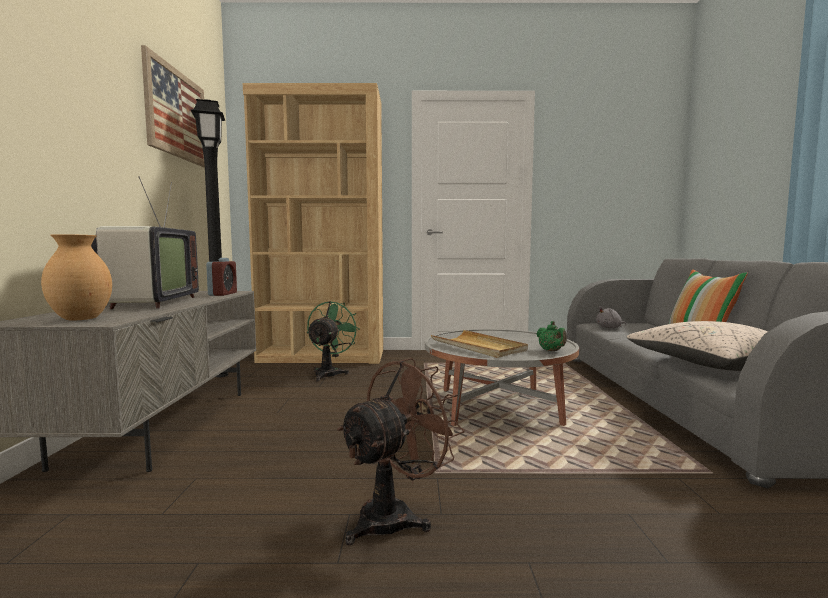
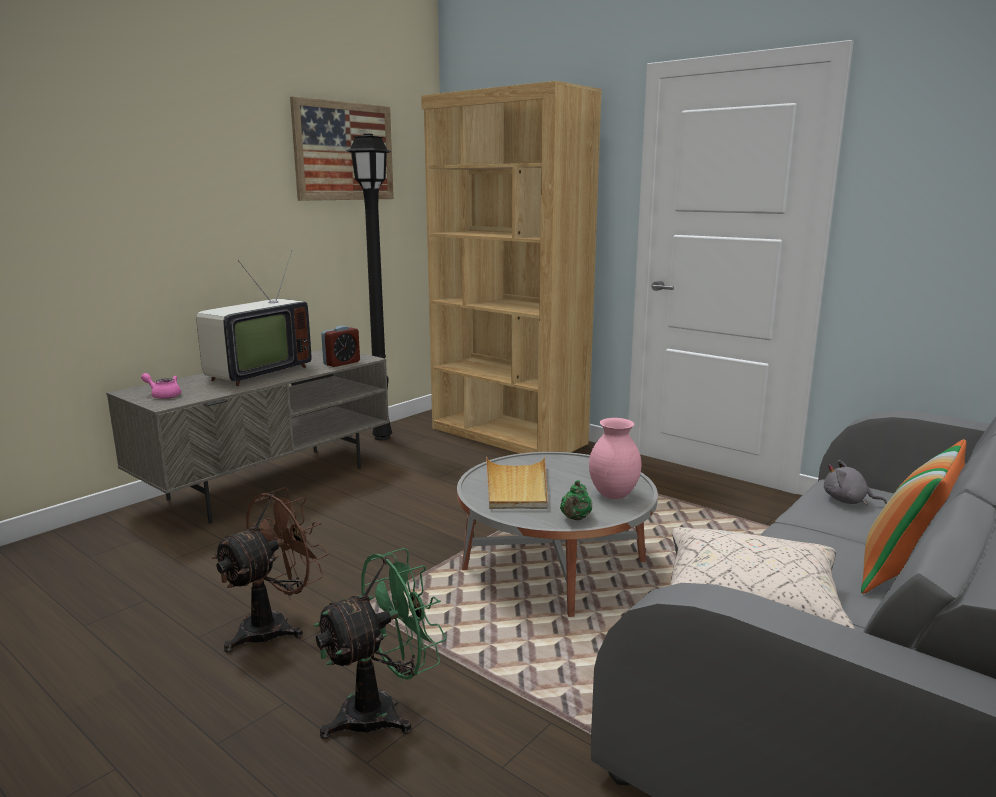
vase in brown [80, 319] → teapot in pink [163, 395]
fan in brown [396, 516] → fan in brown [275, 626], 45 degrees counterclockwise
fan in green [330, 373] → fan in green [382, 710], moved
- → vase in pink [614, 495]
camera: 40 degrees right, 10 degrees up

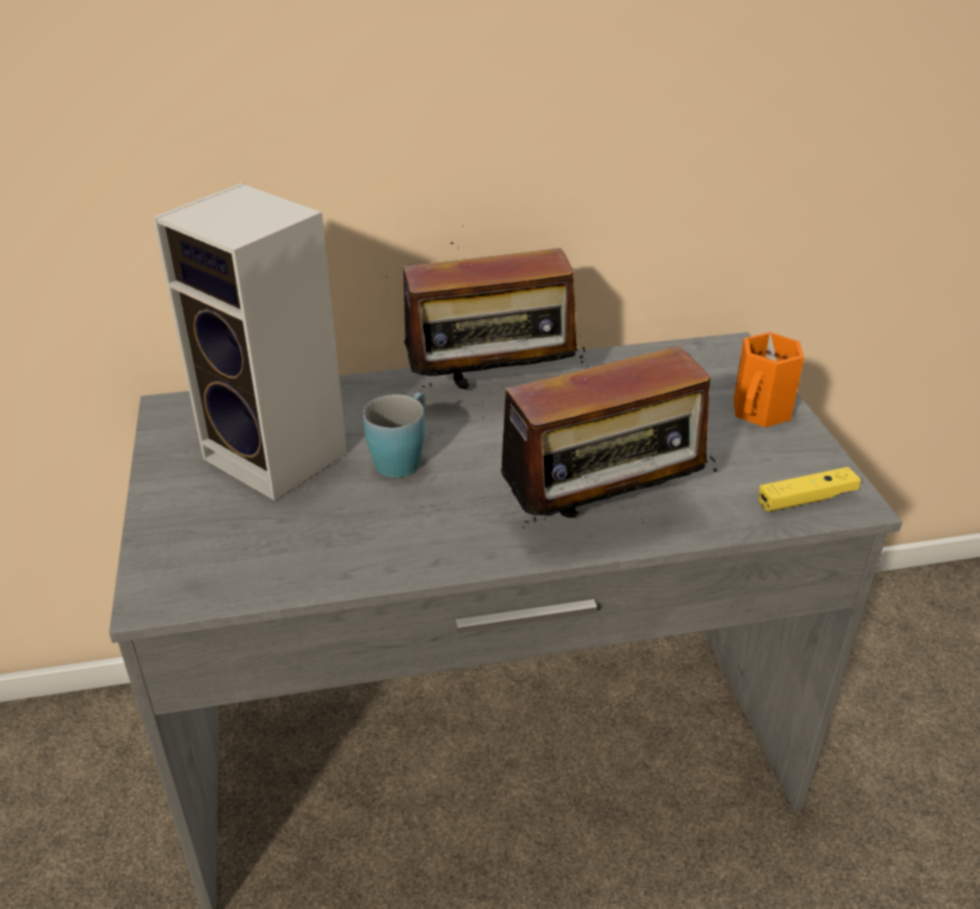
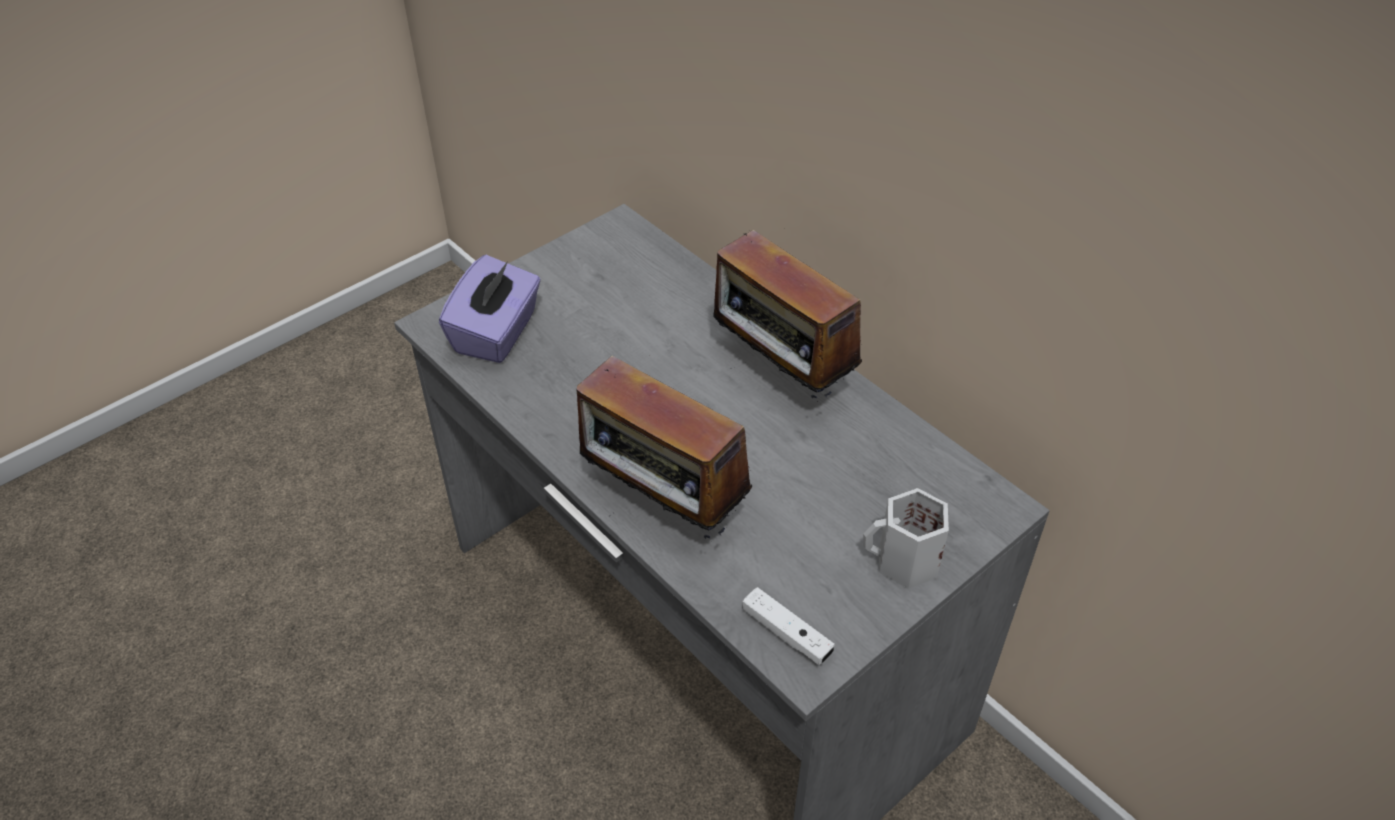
- → tissue box in purple [497, 333]
game controller in yellow [806, 499] → game controller in white [786, 633]
mug in orange [762, 411] → mug in white [904, 563]
speaker [281, 457] → -
mug in blue [403, 458] → -
camera: 60 degrees right, 10 degrees up

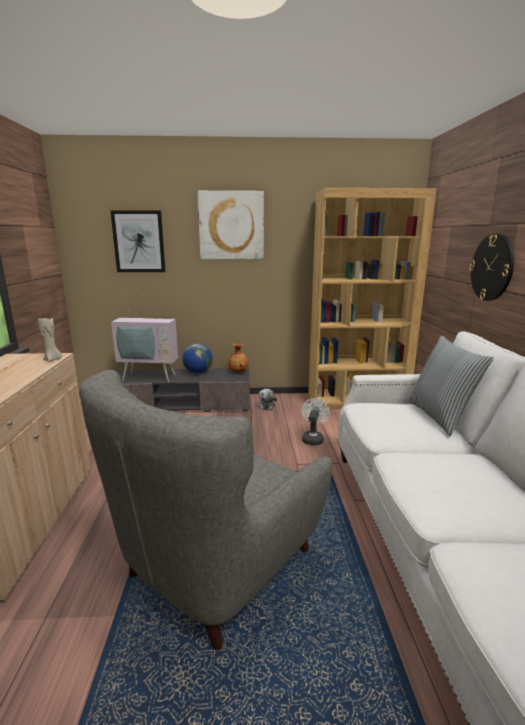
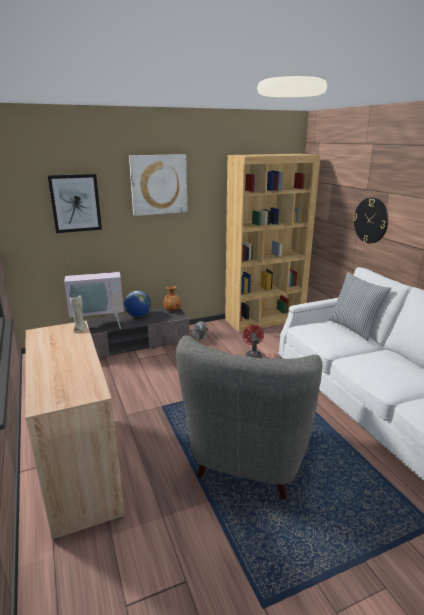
fan in white [313, 438] → fan in red [253, 356]
camera: 20 degrees left, 5 degrees up

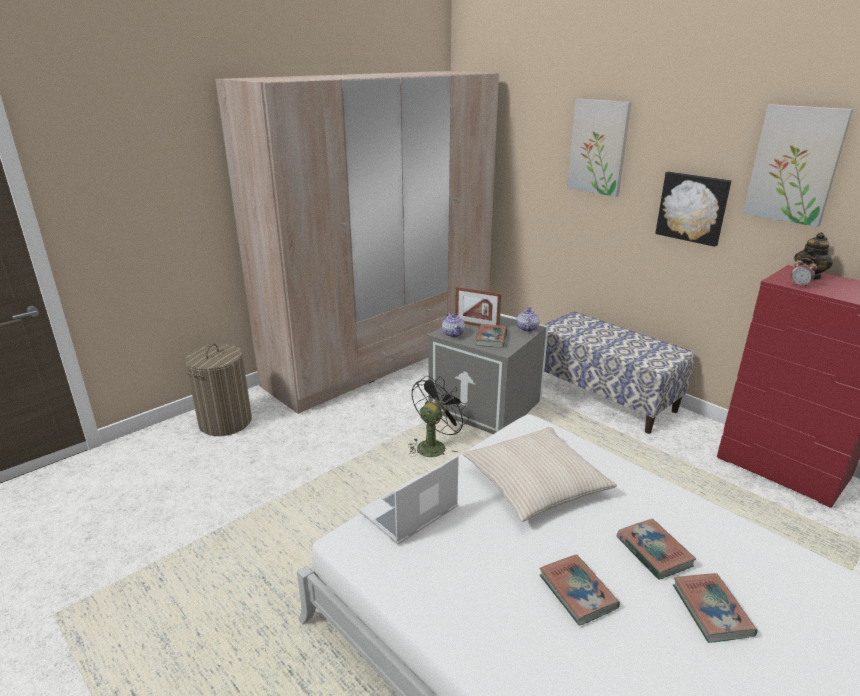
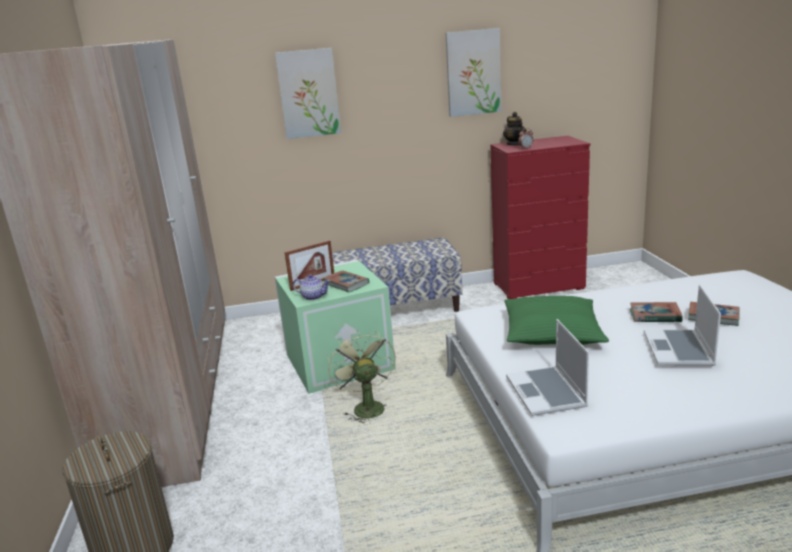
storage box in grey [487, 405] → storage box in green [340, 361]
fan in black [434, 445] → fan in green [365, 407]
pillow in beige [536, 483] → pillow in green [552, 332]
book [577, 592] → laptop [679, 350]
teapot [527, 329] → -
picture [693, 208] → -
camera: 55 degrees left, 5 degrees down

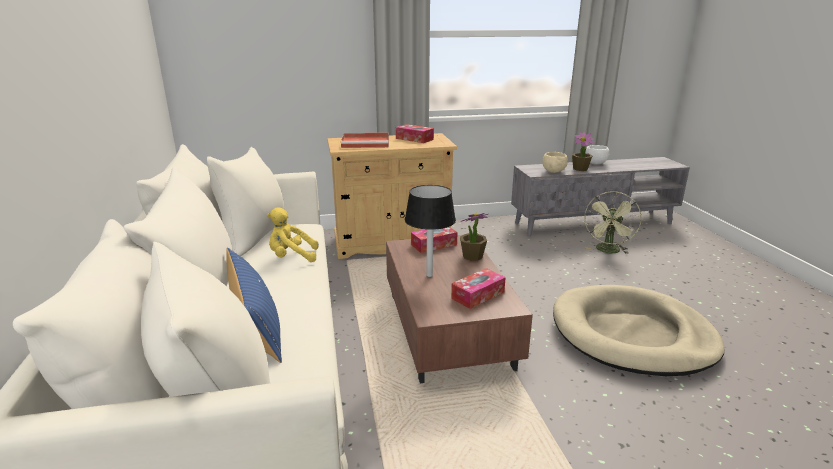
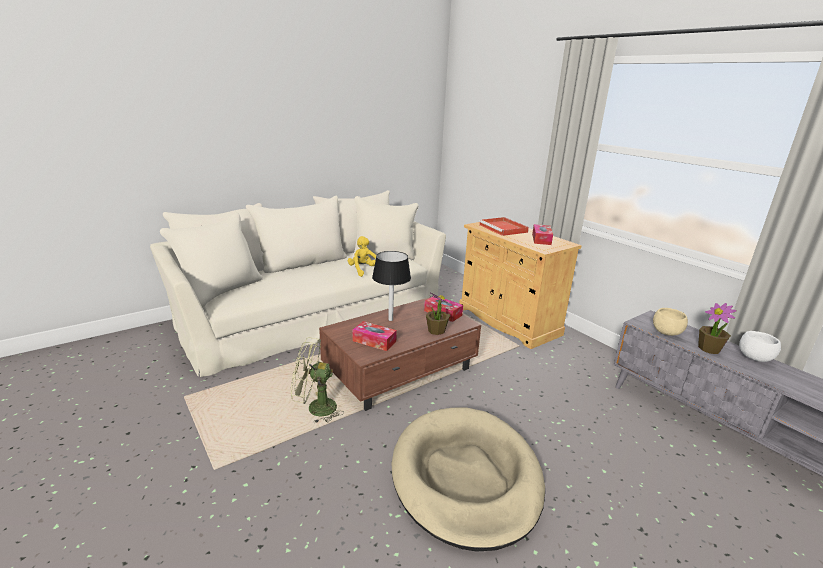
fan in green [608, 251] → fan in green [315, 408], moved
pillow in blue [257, 327] → -
camera: 65 degrees right, 0 degrees up

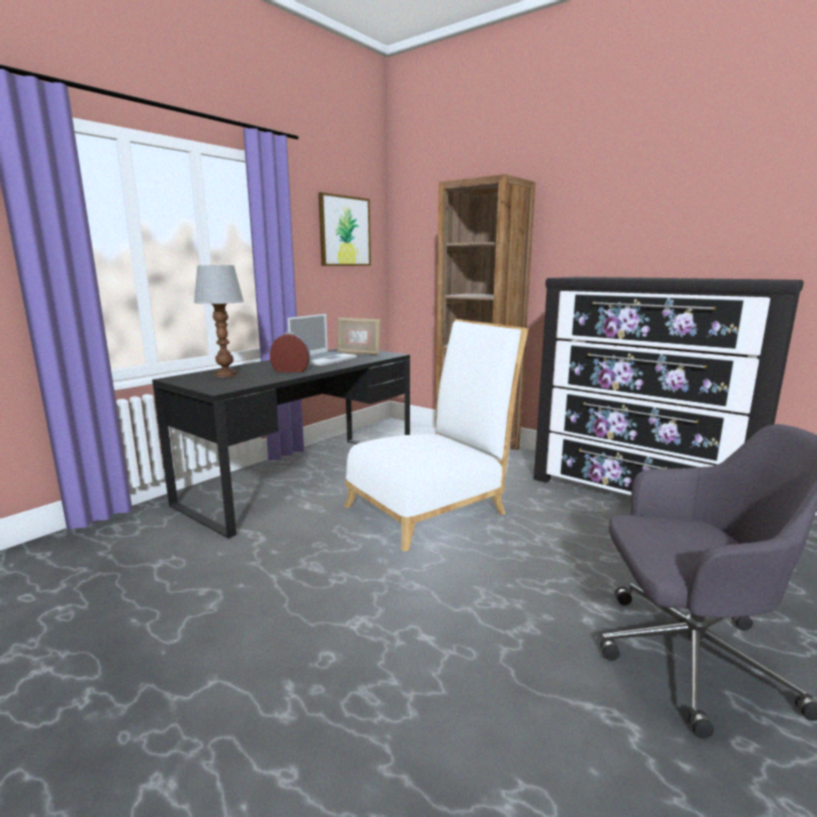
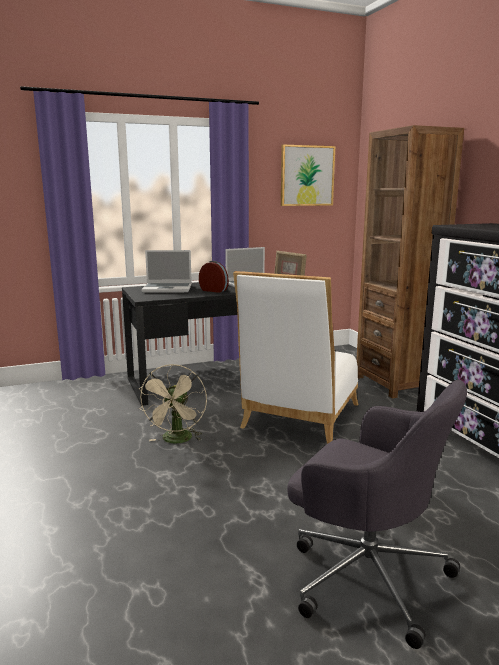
- → fan in beige [177, 440]
table lamp [226, 375] → laptop [168, 289]
chair in white [432, 507] → chair in white [298, 419], 120 degrees clockwise
camera: 30 degrees right, 0 degrees up

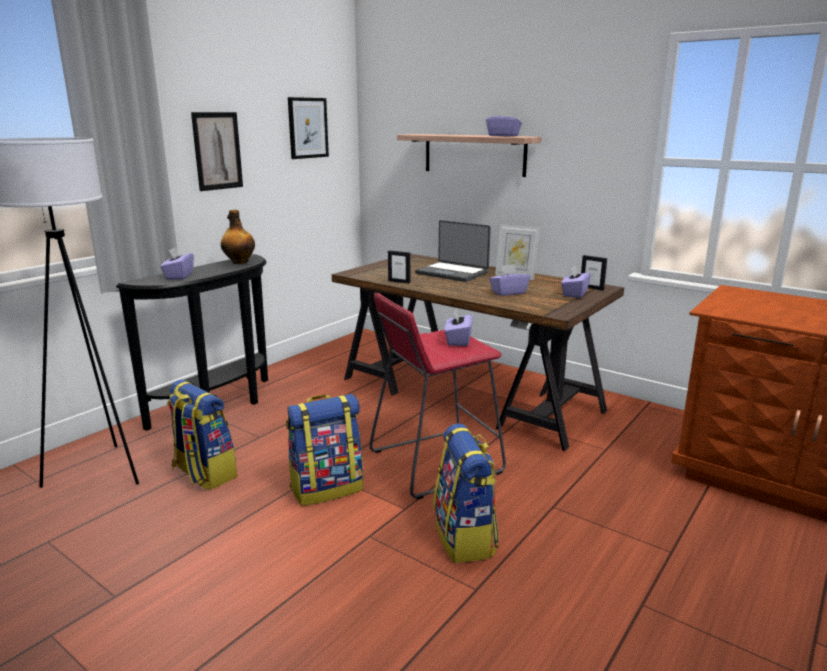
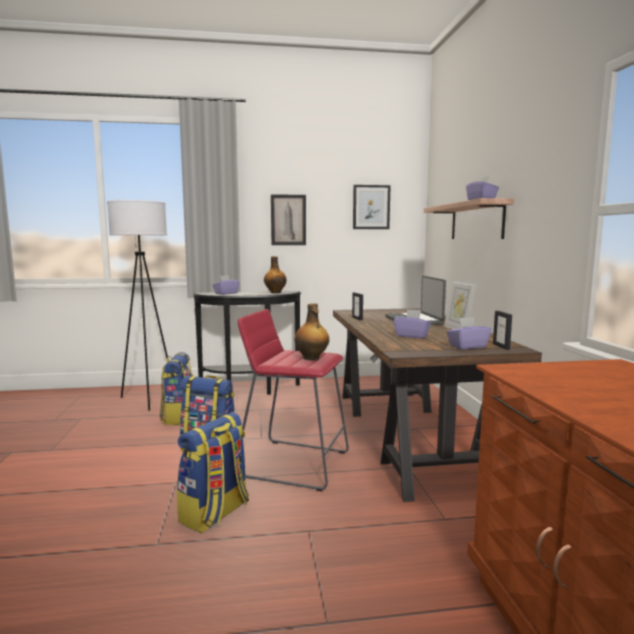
tissue box in purple [458, 340] → bottle [311, 358]
camera: 45 degrees right, 10 degrees down

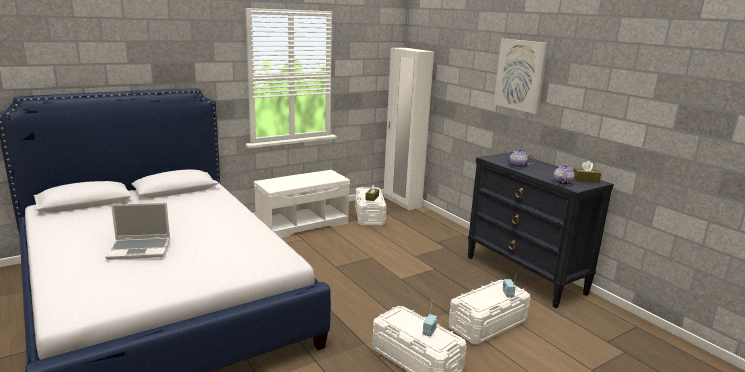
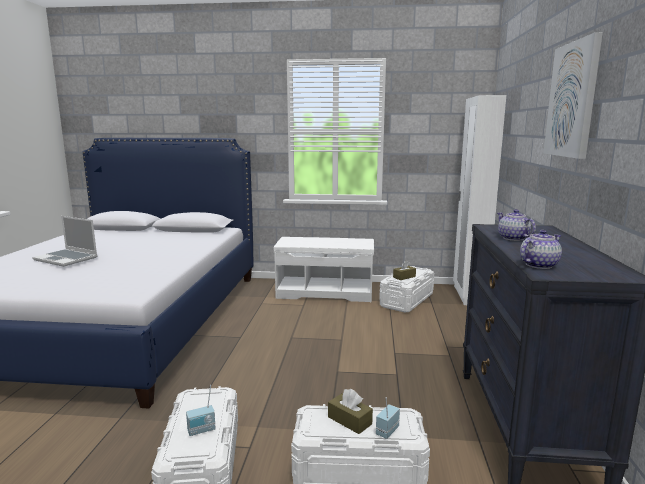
tissue box in brown [585, 180] → tissue box in brown [349, 420], moved
camera: 40 degrees right, 5 degrees down

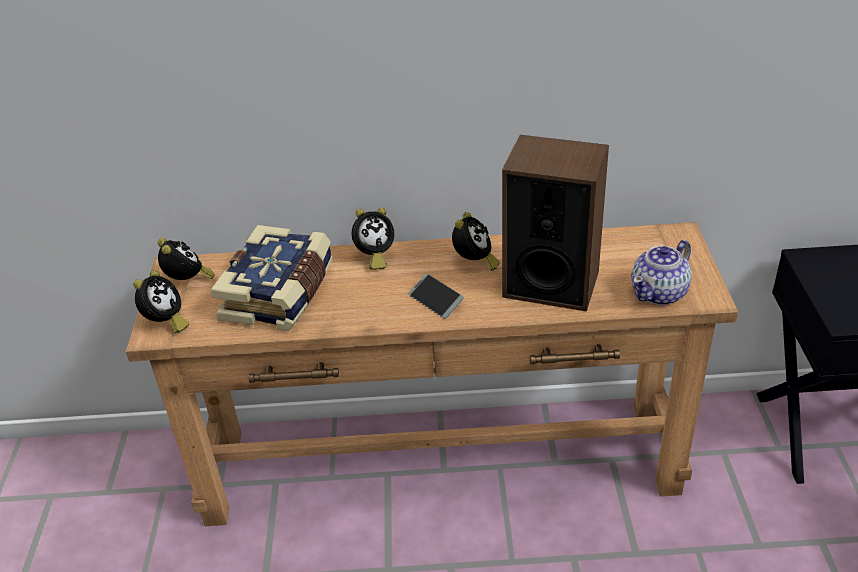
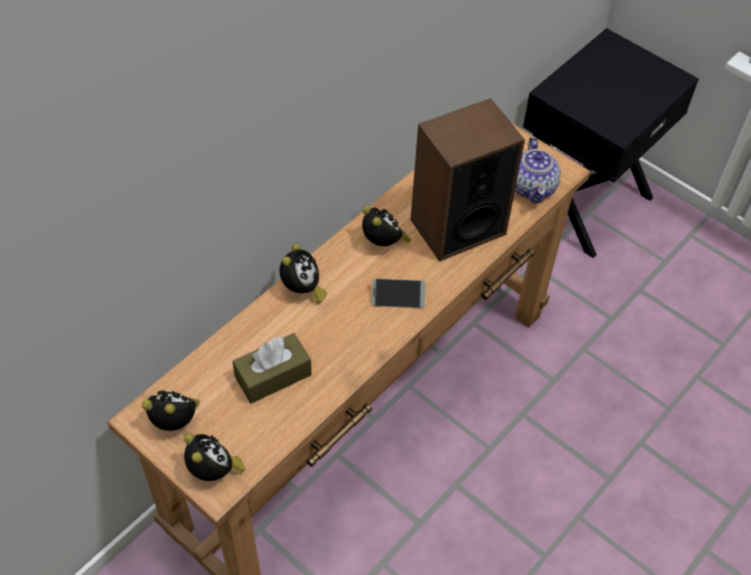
book [280, 294] → tissue box in brown [273, 376]
camera: 50 degrees left, 15 degrees up

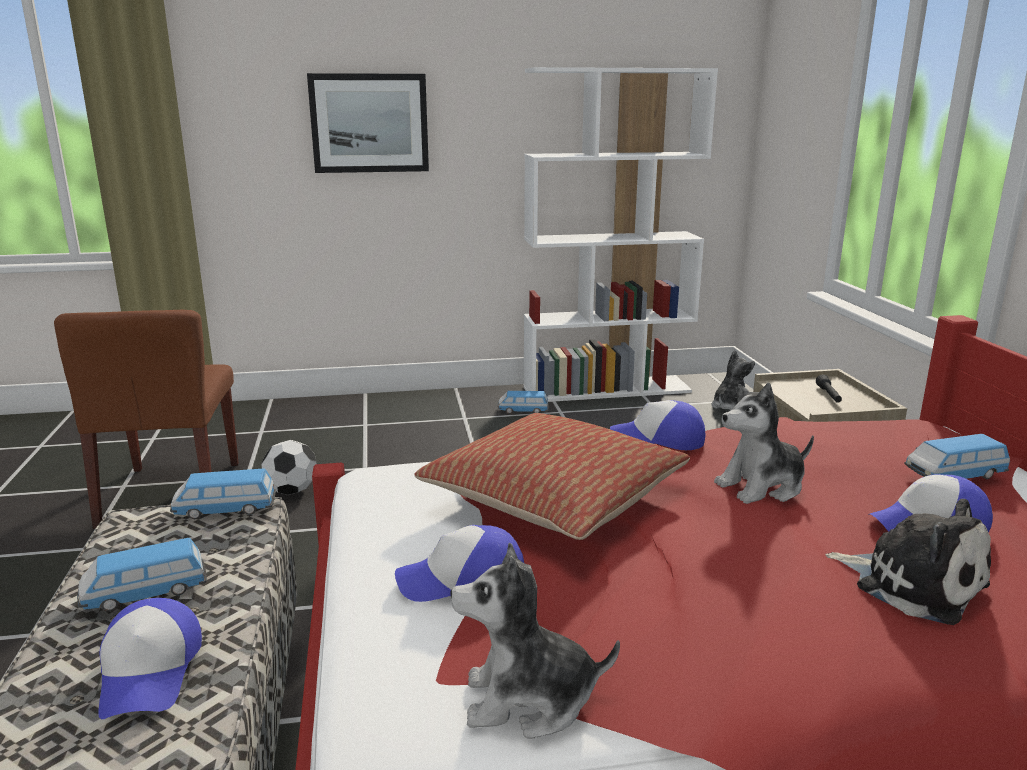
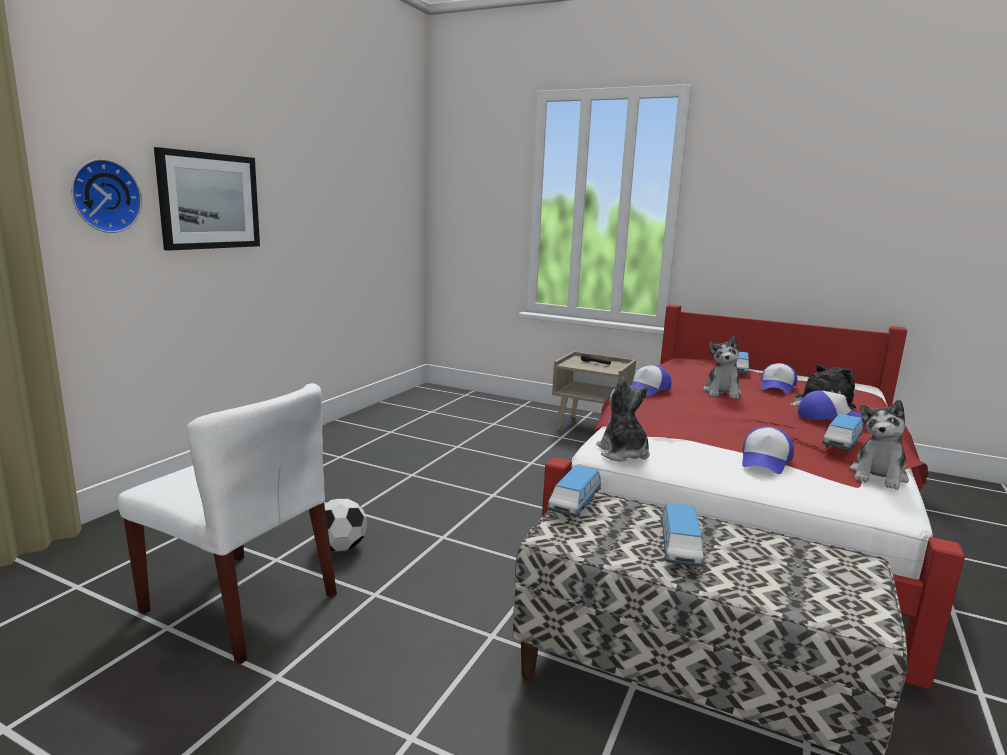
- → wall clock [104, 196]
chair in brown [172, 494] → chair in white [241, 603]
plush toy [729, 406] → plush toy [623, 454], moved
cap [150, 671] → cap [829, 418], moved
toy car [523, 410] → toy car [841, 444], moved
pillow [553, 498] → -
bookcase in white [607, 389] → -
camera: 55 degrees left, 5 degrees down

